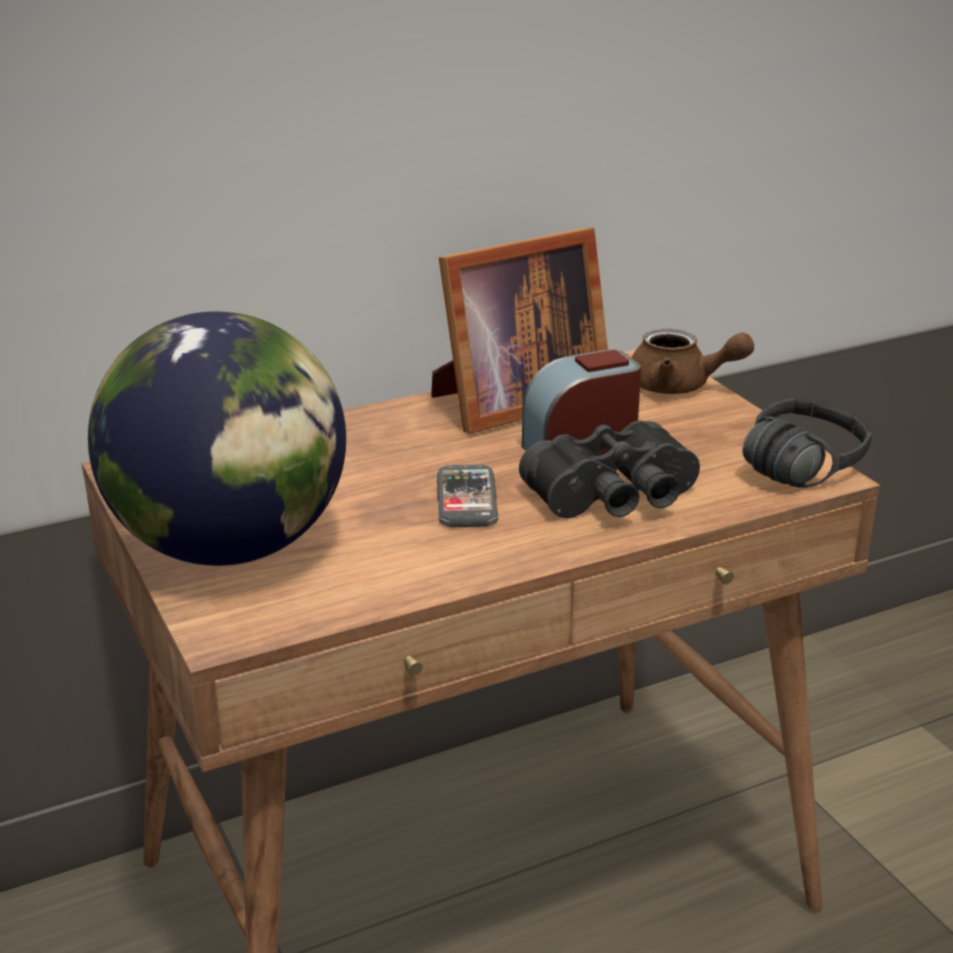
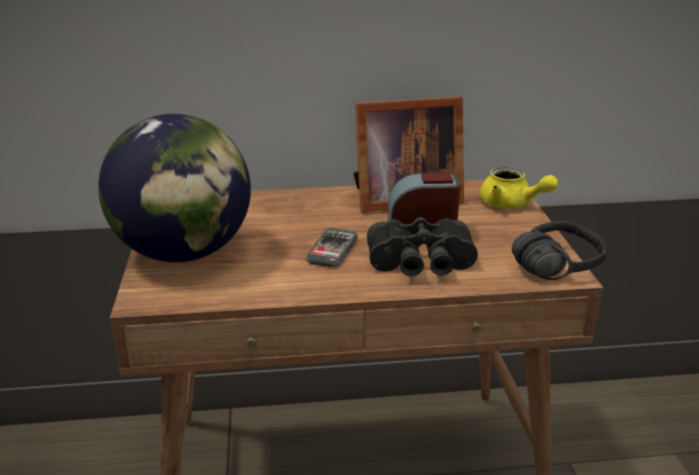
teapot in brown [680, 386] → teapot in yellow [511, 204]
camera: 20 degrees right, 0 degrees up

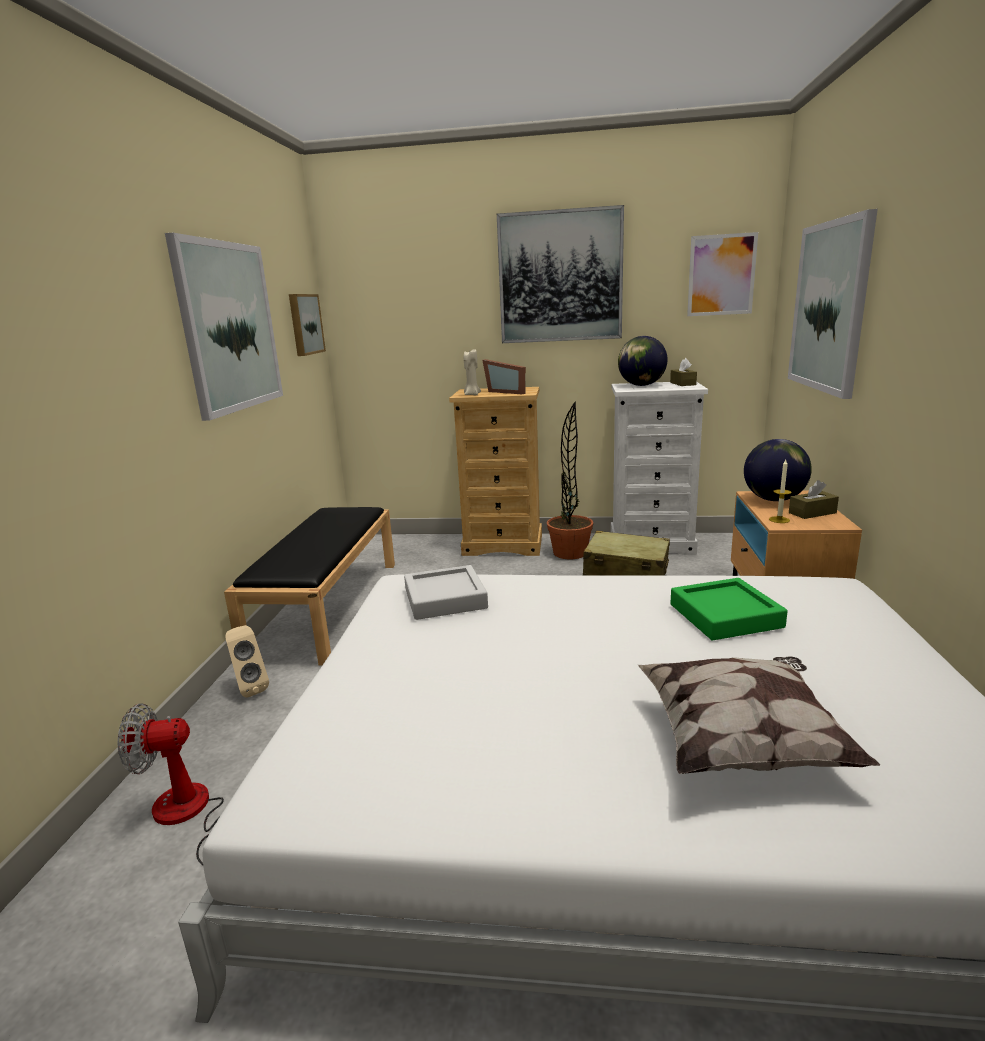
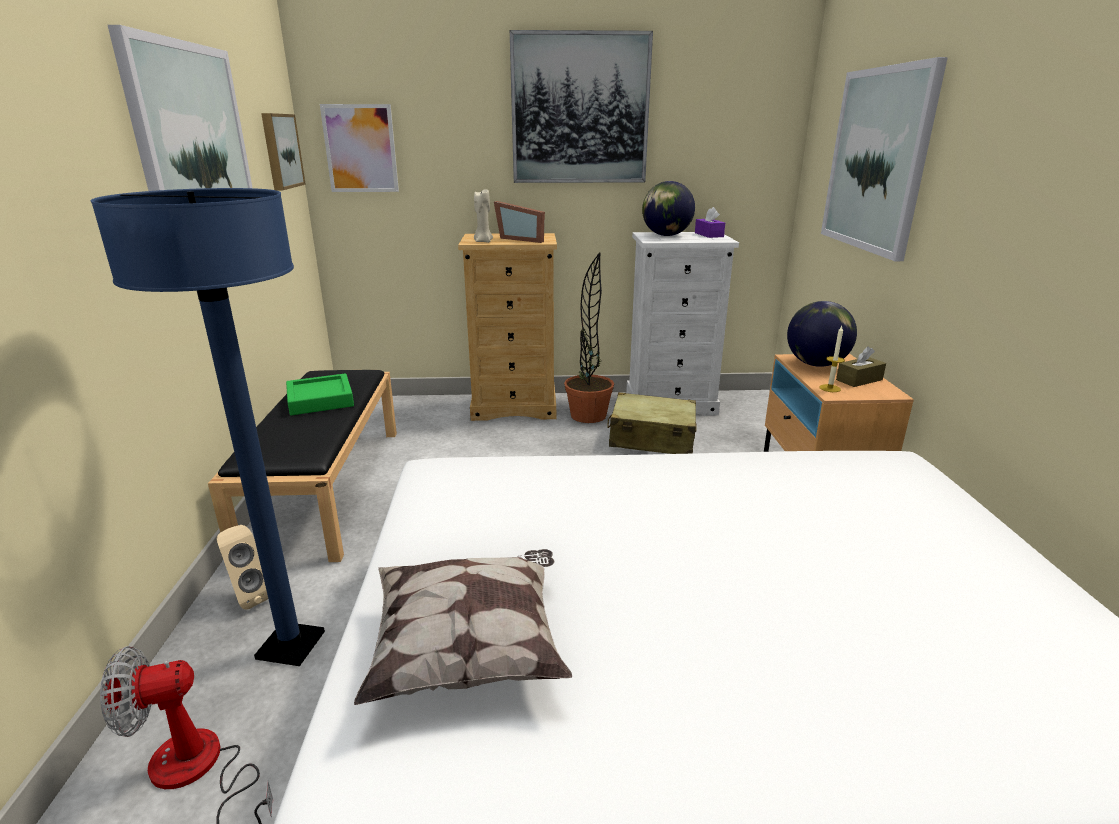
- → floor lamp in blue [291, 646]
tray in green [725, 616] → tray in green [320, 400], moved
picture [721, 275] → picture [360, 149], moved
pillow [742, 742] → pillow [470, 649], moved
tissue box in brown [683, 384] → tissue box in purple [709, 235]
tray in grey [445, 599] → -
camera: 10 degrees left, 5 degrees up

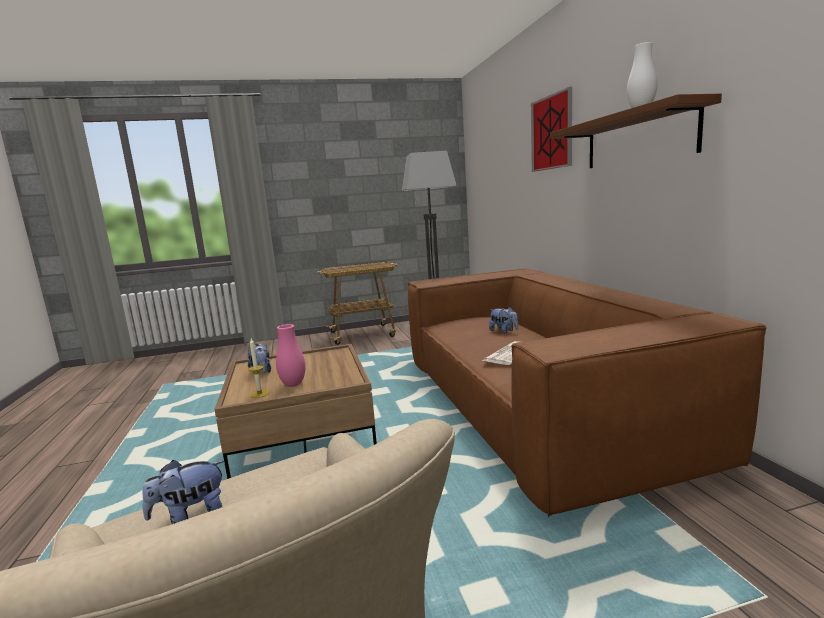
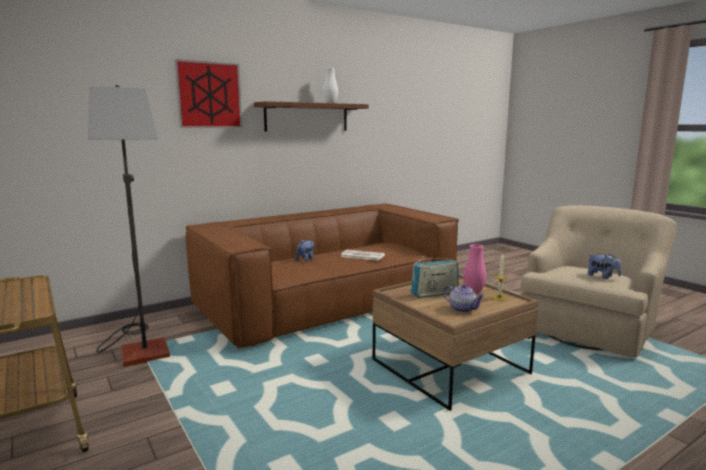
- → radio [434, 293]
plush toy [261, 372] → teapot [463, 309]
camera: 110 degrees left, 0 degrees up

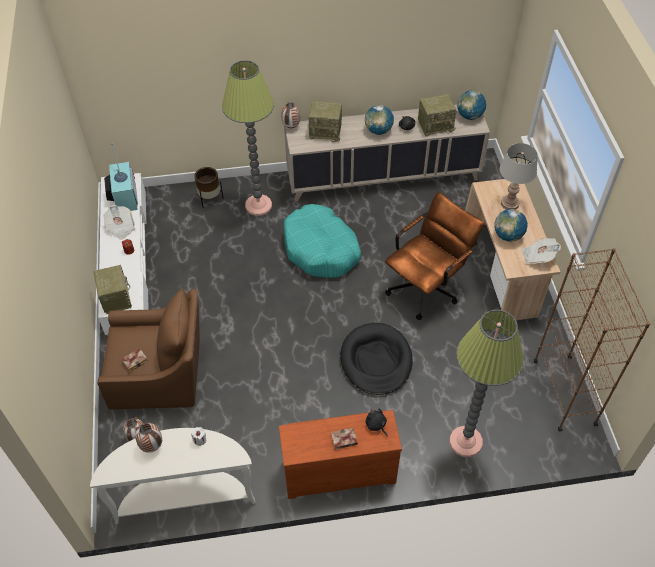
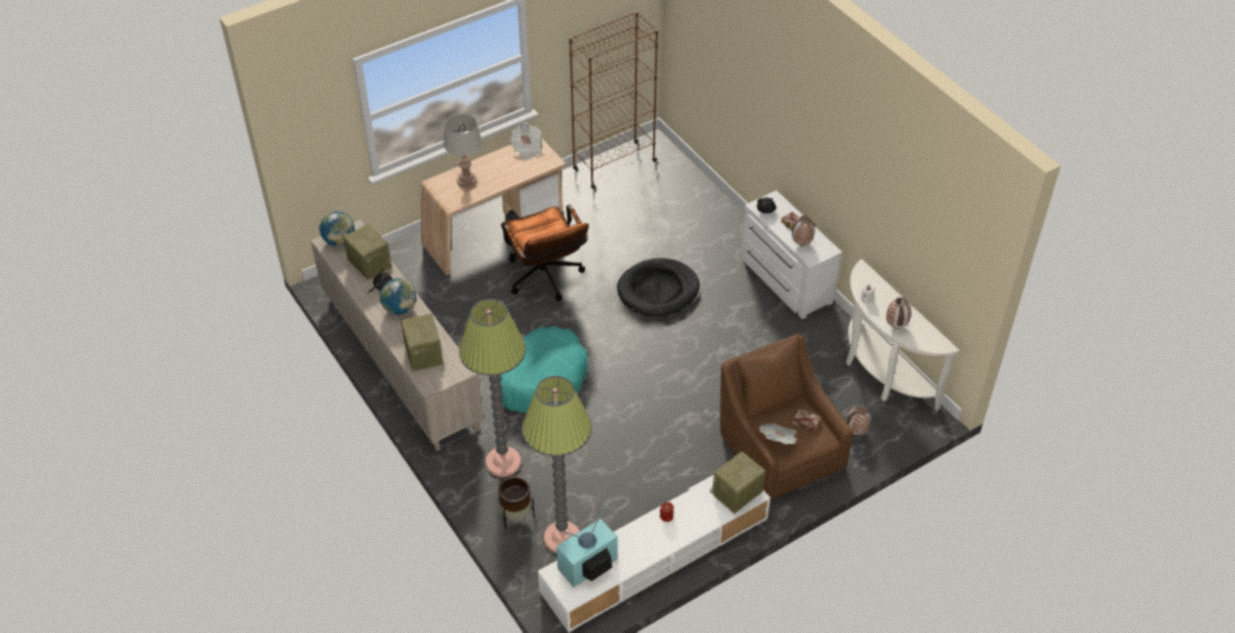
office chair in brown [427, 286] → office chair in brown [546, 280], 135 degrees counterclockwise
floor lamp [465, 442] → floor lamp [562, 538], moved
dresser in brown [338, 469] → dresser in white [784, 281]
newspaper [121, 228] → newspaper [779, 440], moved
vase [291, 127] → vase [801, 244], moved
globe [508, 235] → -
camera: 115 degrees left, 5 degrees down

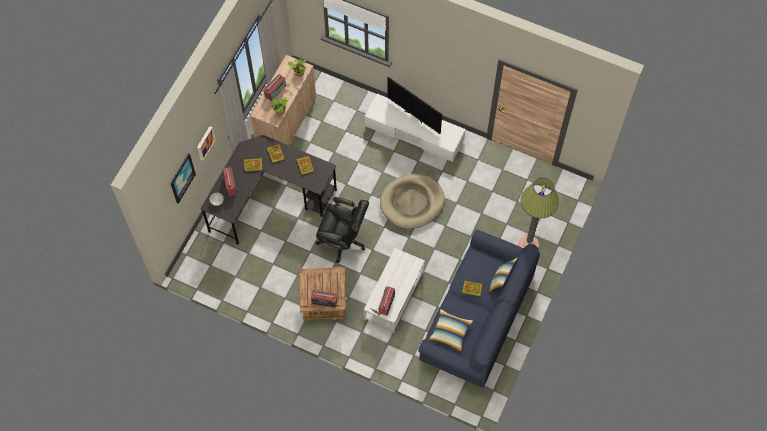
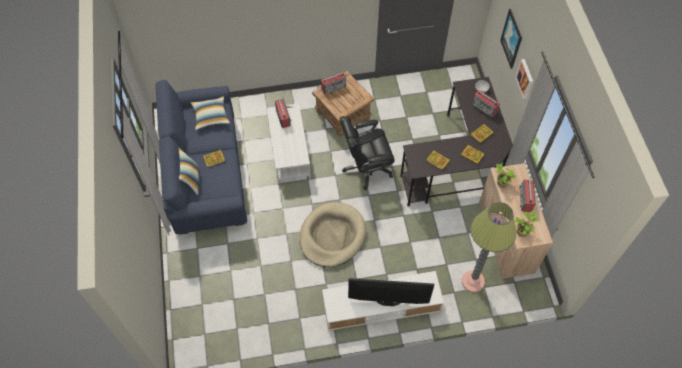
floor lamp [528, 245] → floor lamp [473, 281], moved
camera: 145 degrees right, 5 degrees down

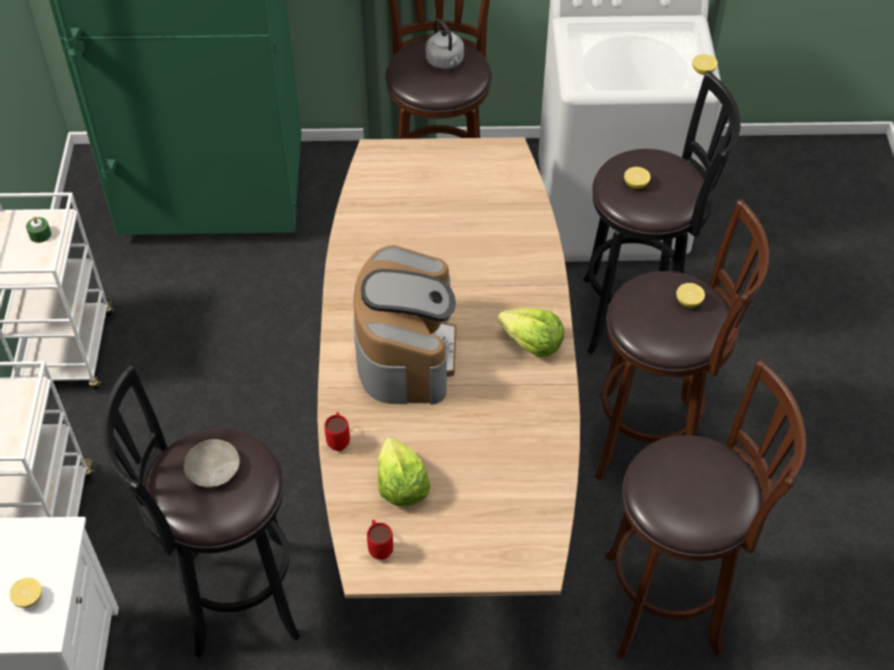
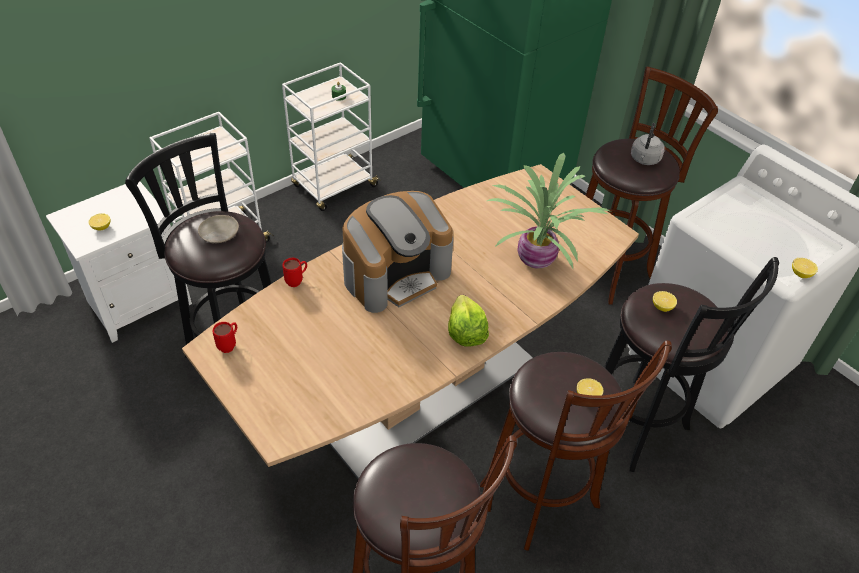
- → potted plant [538, 260]
lettuce [401, 485] → -
camera: 50 degrees right, 5 degrees down

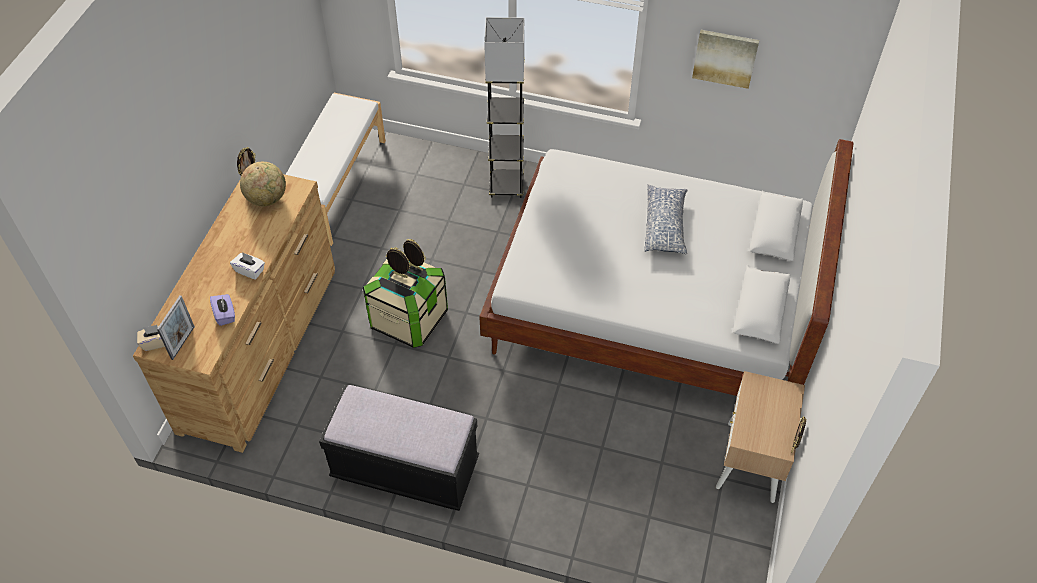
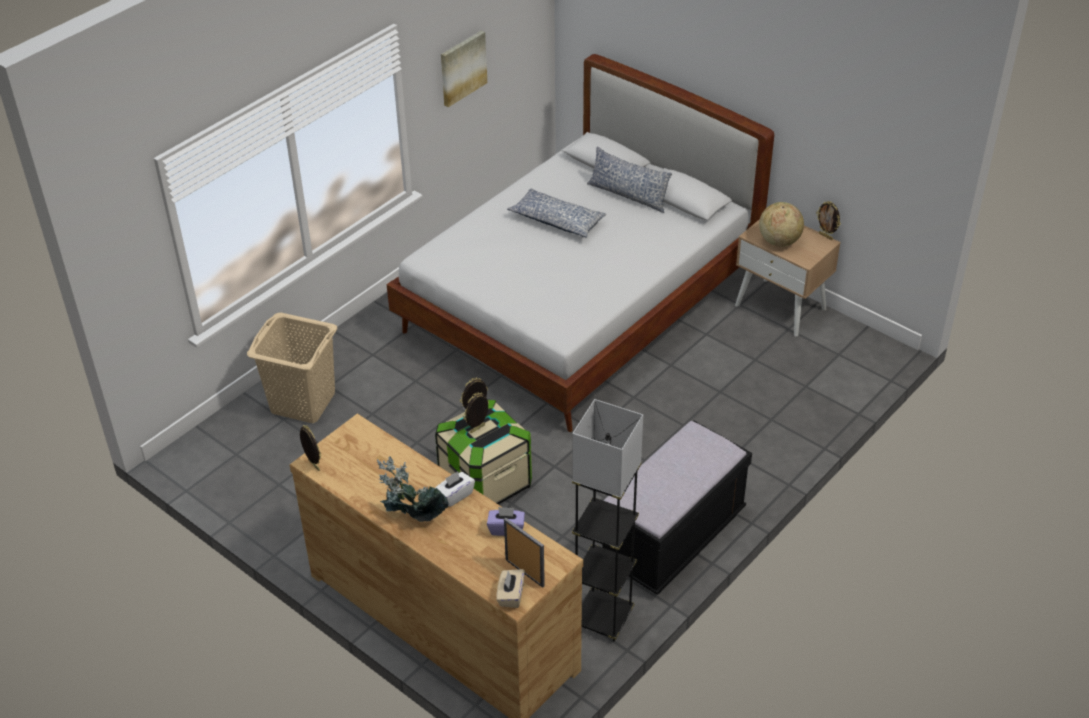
- → laundry basket in beige [303, 403]
- → potted plant [412, 520]
floor lamp in grey [506, 186] → floor lamp in grey [603, 618], moved
- → pillow [628, 195]
globe [267, 198] → globe [779, 241], moved
bench in white [335, 186] → -
camera: 65 degrees left, 10 degrees down

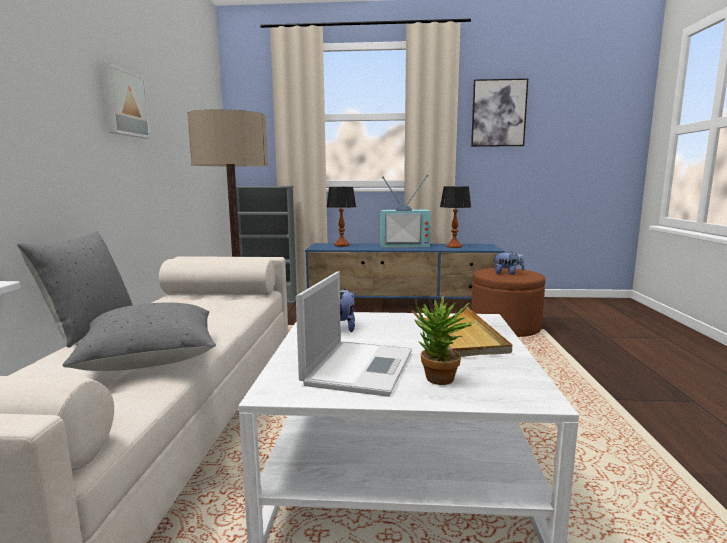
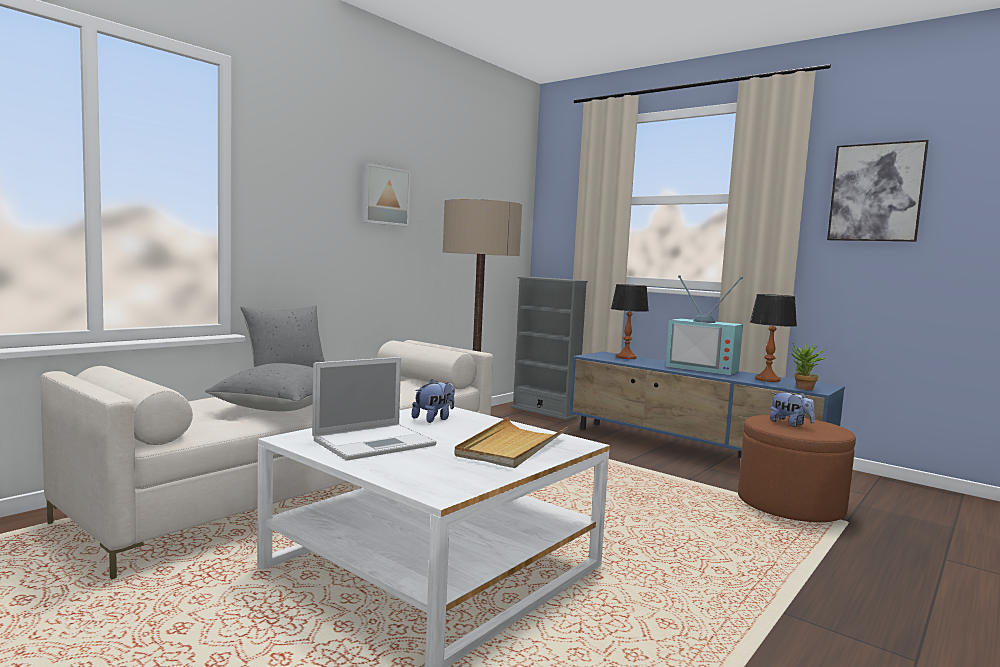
potted plant [439, 381] → potted plant [803, 388], moved
camera: 35 degrees right, 5 degrees down

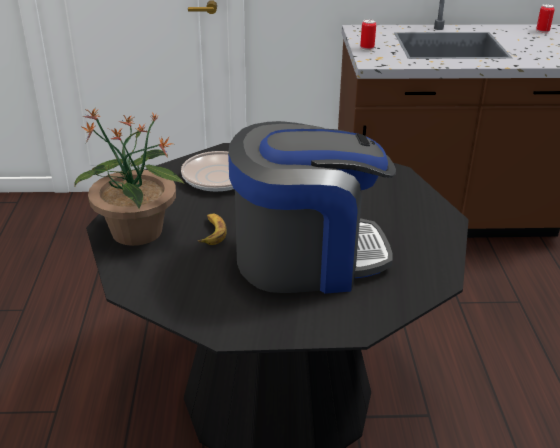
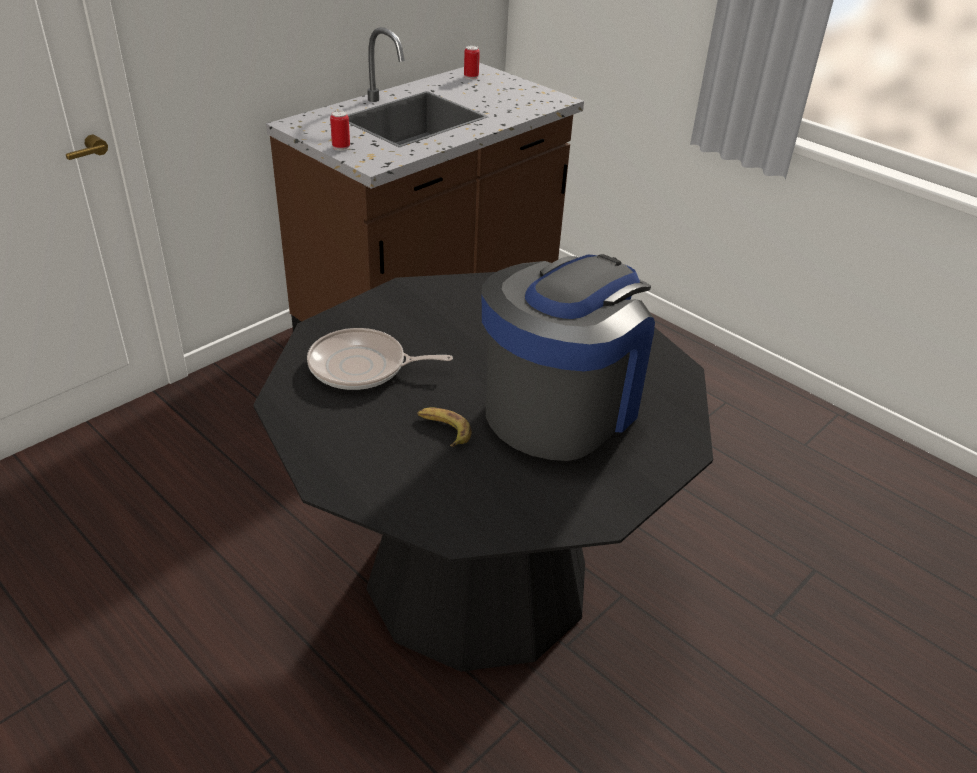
potted plant [137, 232] → -
camera: 45 degrees left, 5 degrees up

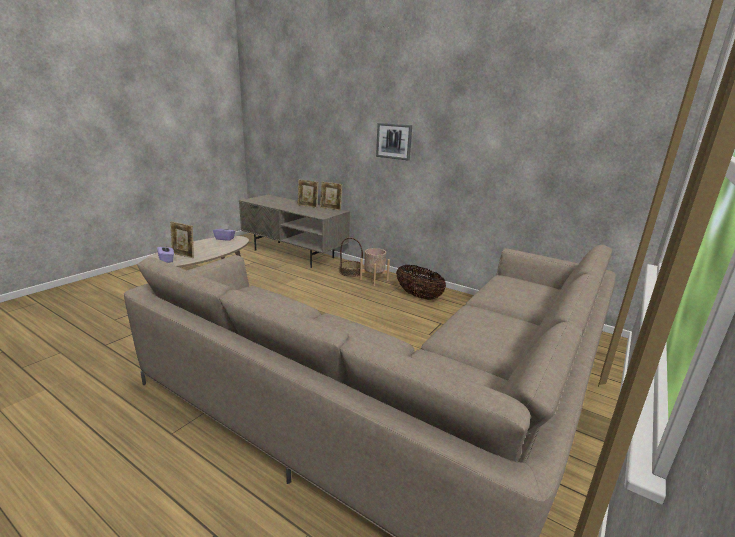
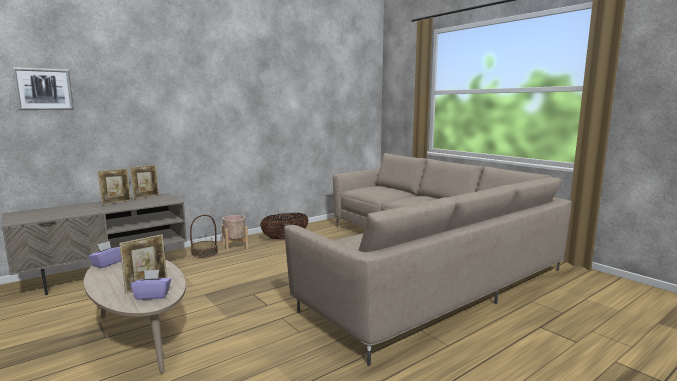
picture [394, 141] → picture [44, 89], moved
camera: 70 degrees left, 10 degrees down

